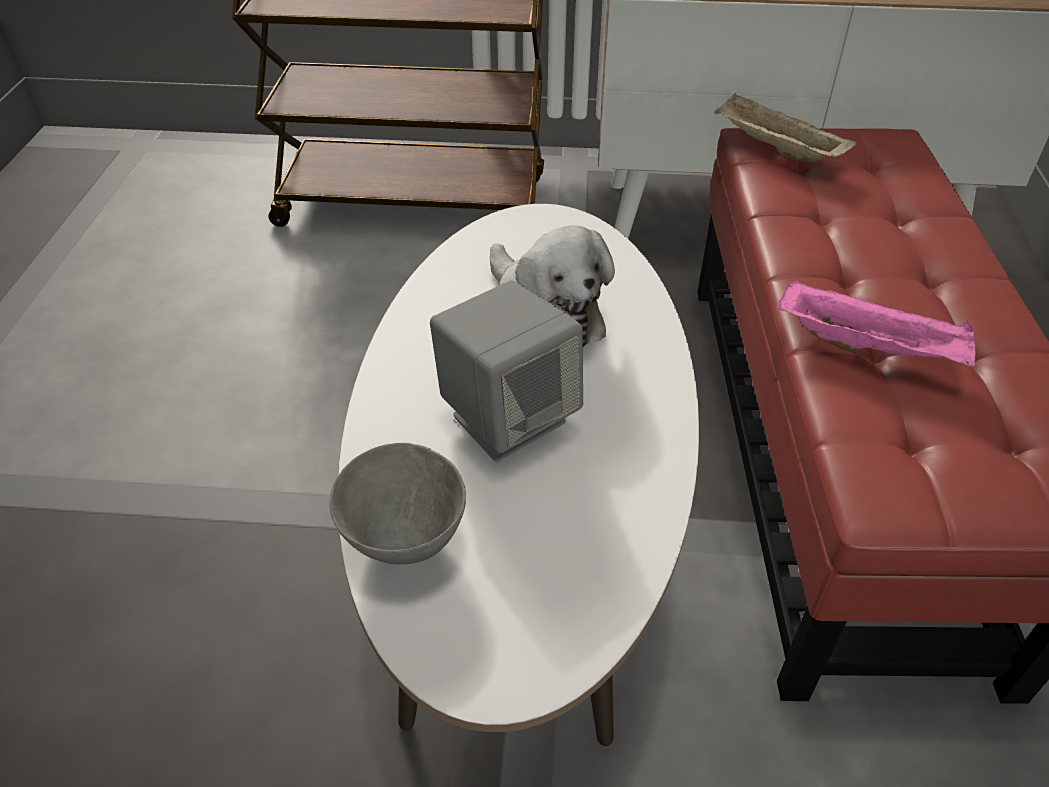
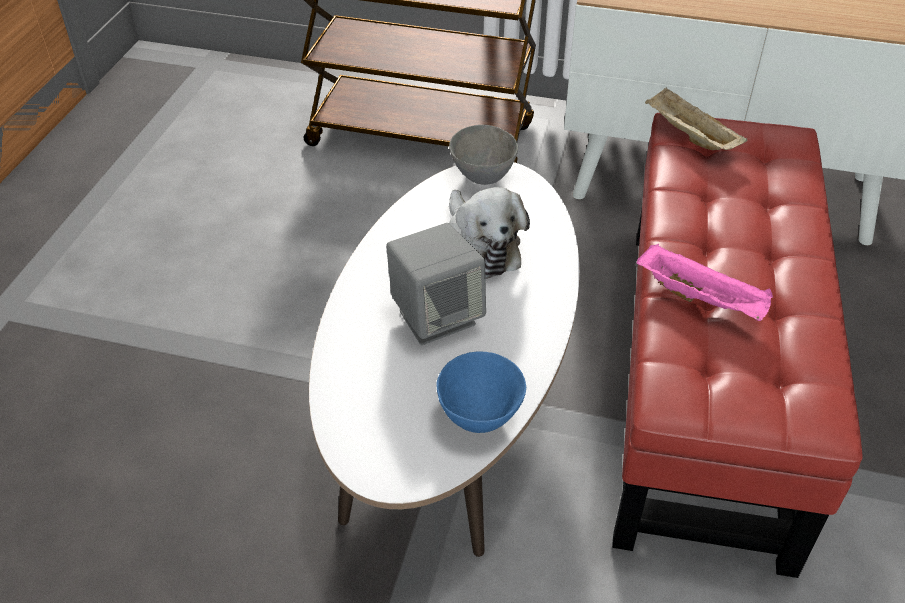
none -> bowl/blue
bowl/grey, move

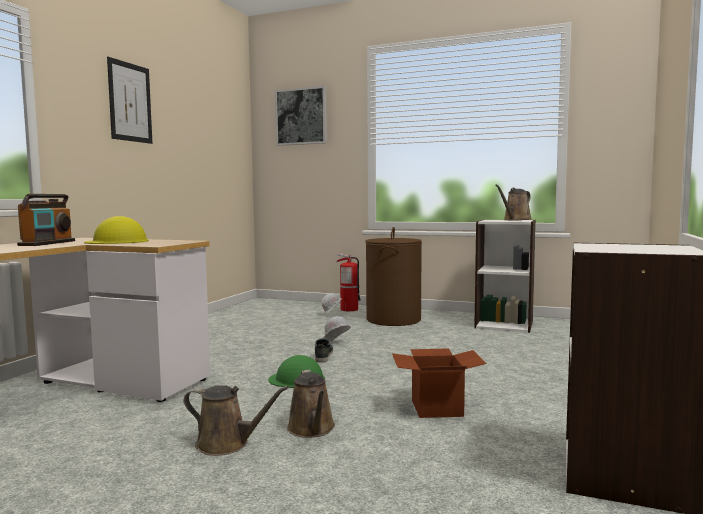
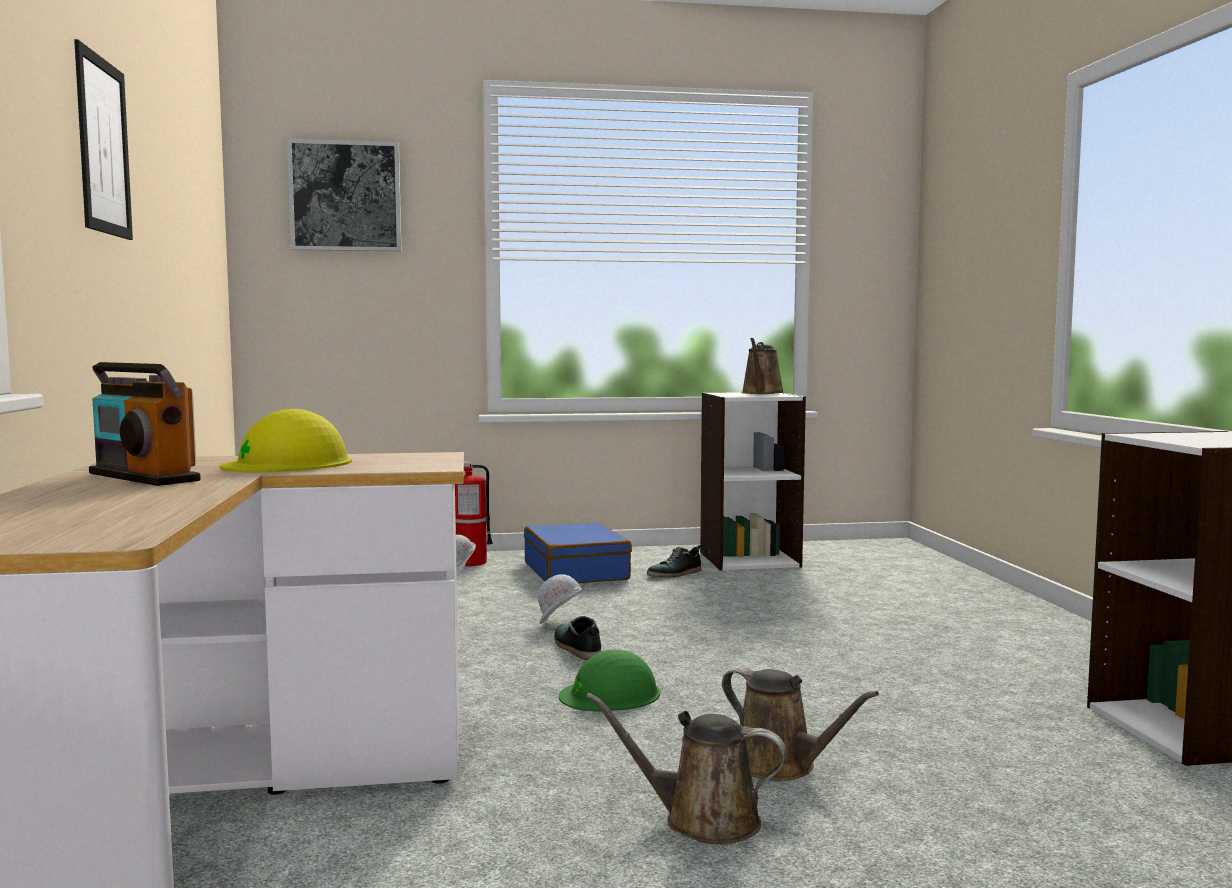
cardboard box -> none
none -> shoe (2nd from left)
laundry basket/brown -> suitcase/blue
radio, 150 degrees clockwise
watering can/brown (1st from left), 150 degrees counterclockwise

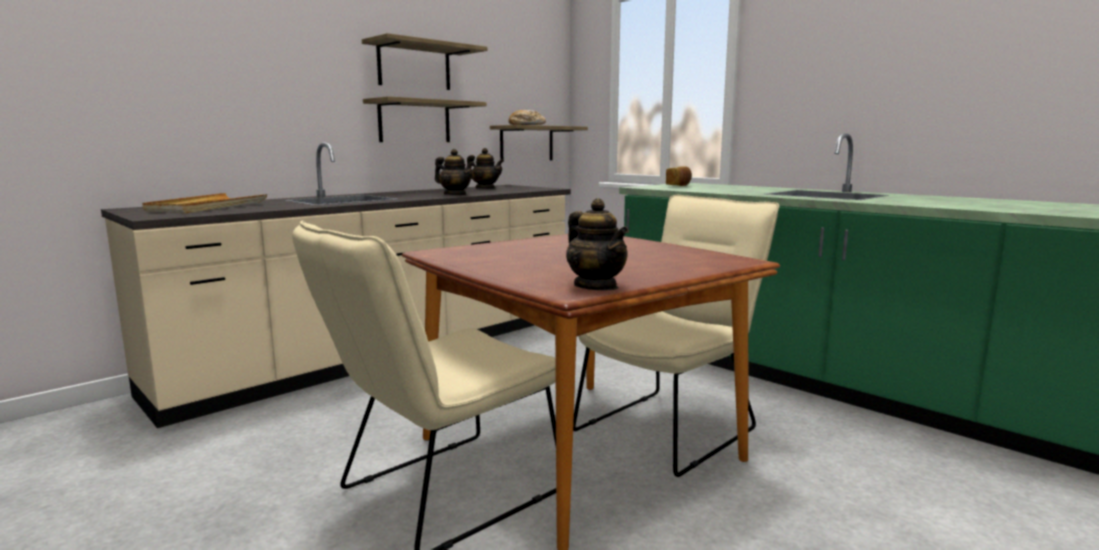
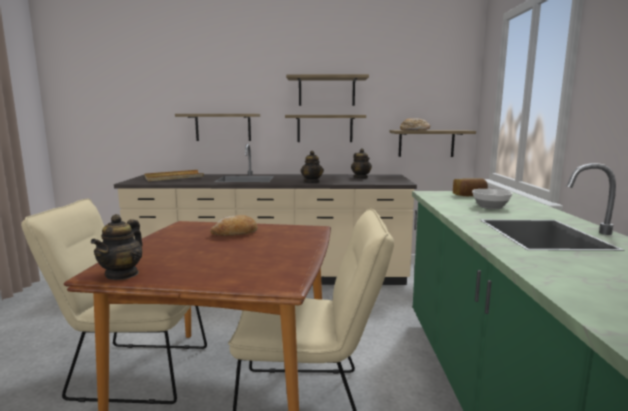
none -> shelf (1st from left)
none -> bread (1st from left)
none -> bowl

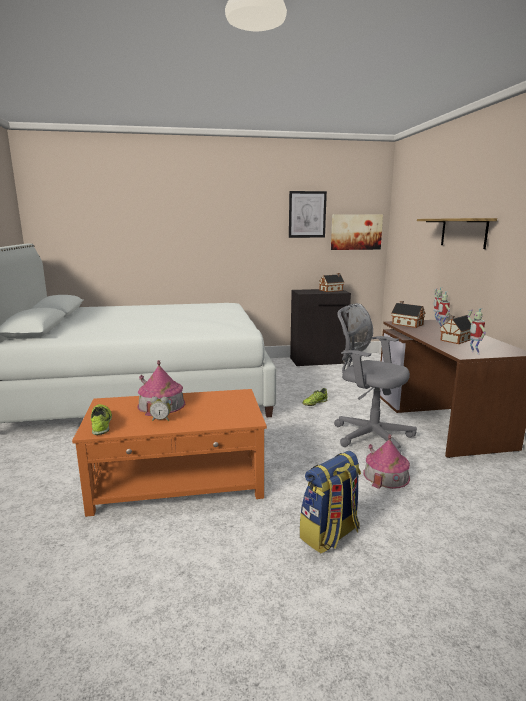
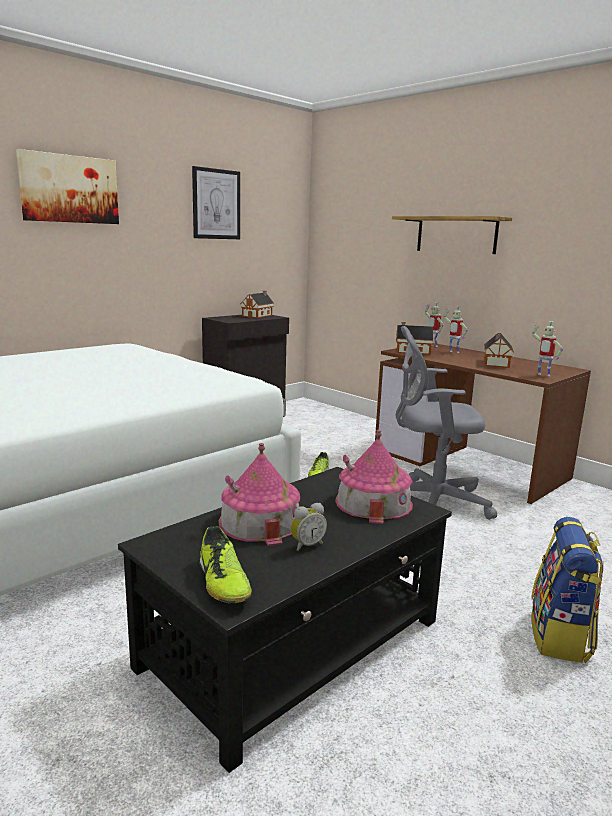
picture (2nd from left in the first image) -> picture (1st from left), move
toy house (3rd from left), move
coffee table/orange -> coffee table/black
shoe (1st from left), 150 degrees counterclockwise

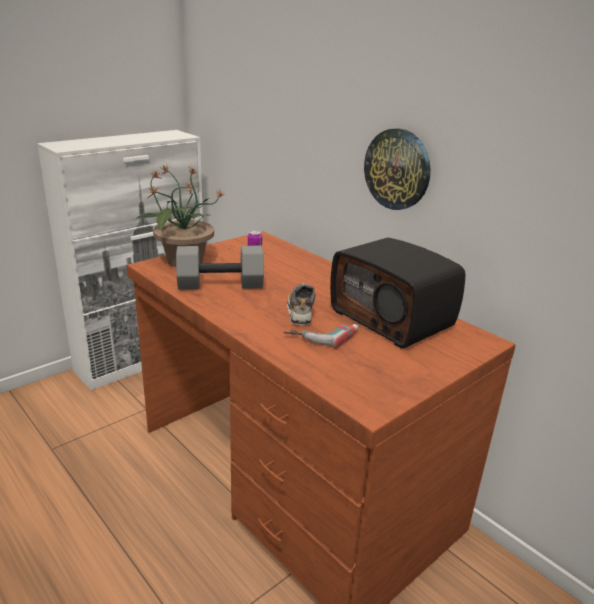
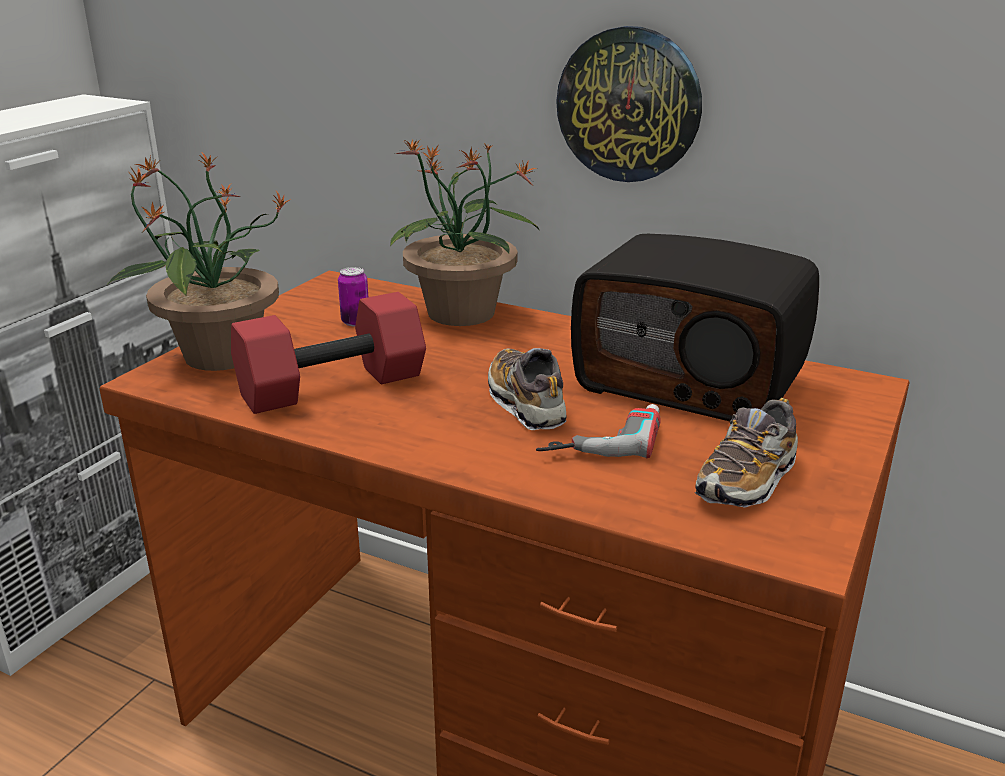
none -> potted plant (2nd from left)
none -> shoe (2nd from left)
dumbbell/grey -> dumbbell/red

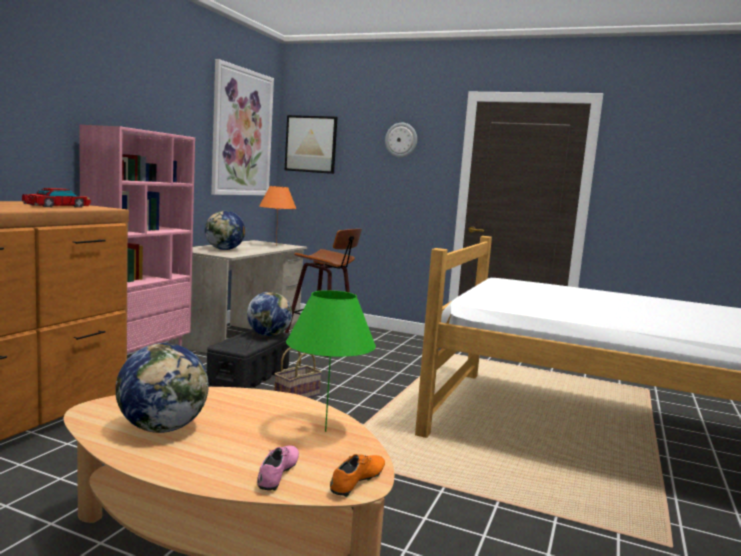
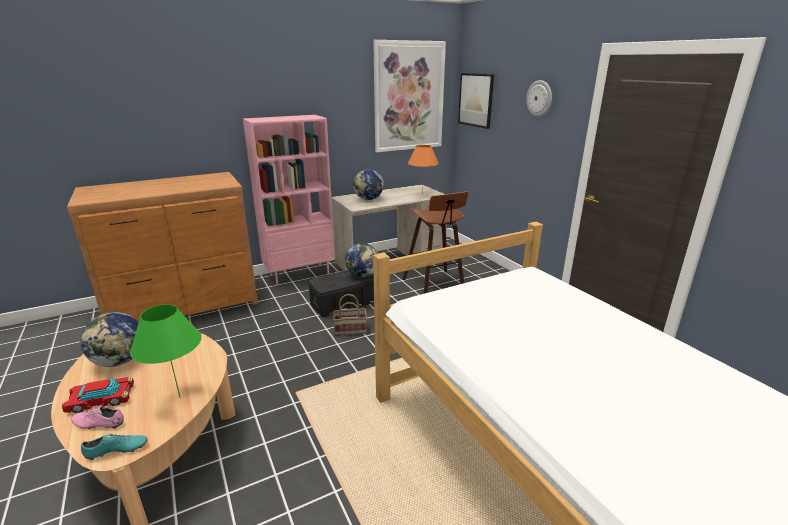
toy car, move
shoe/orange -> shoe/turquoise
shoe/pink, 135 degrees counterclockwise

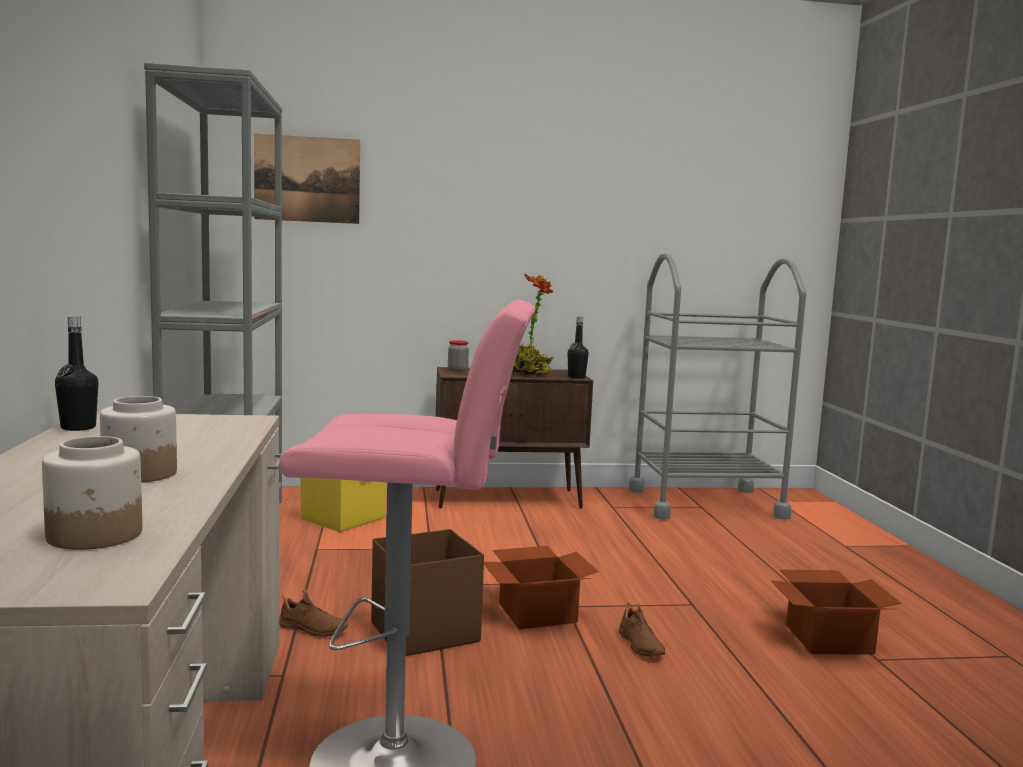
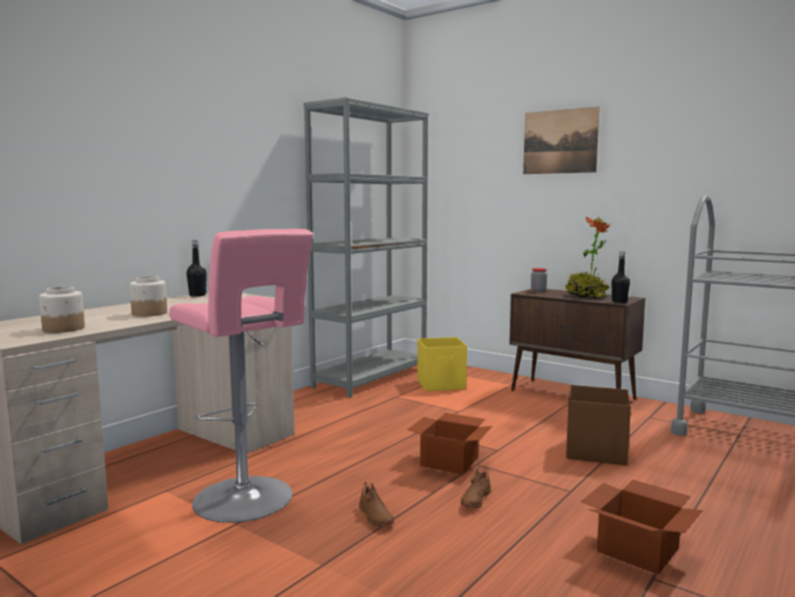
picture, move
shoe/brown (1st from left), move
storage box/brown, move

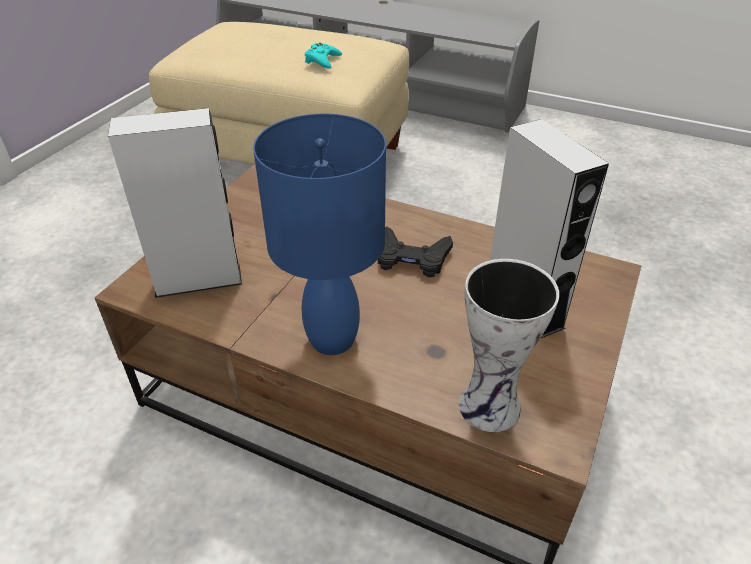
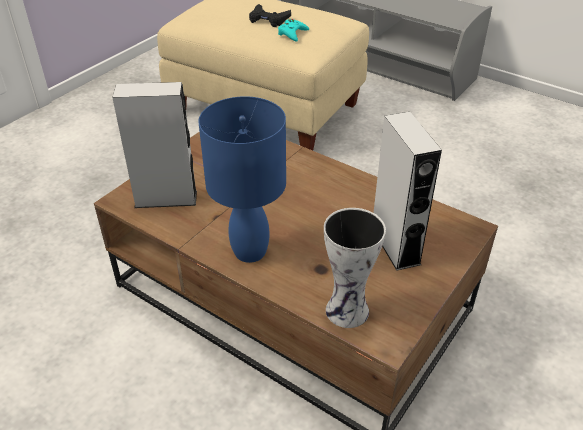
game controller/black, move

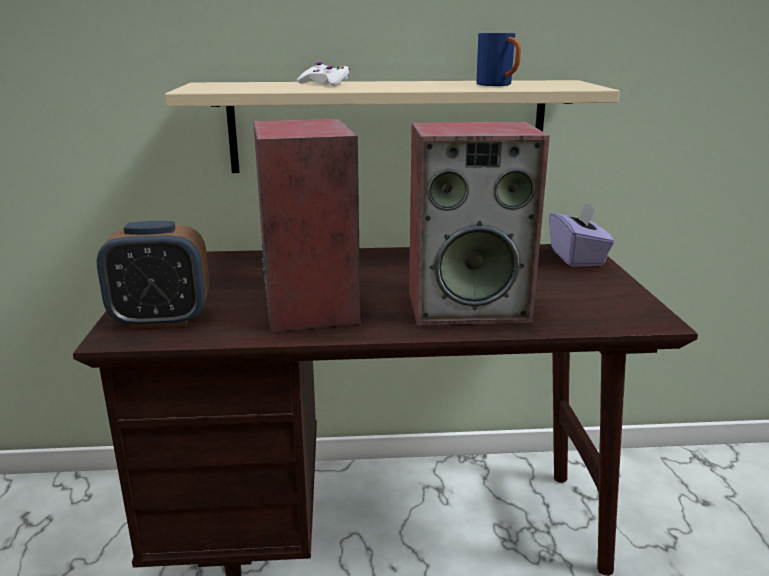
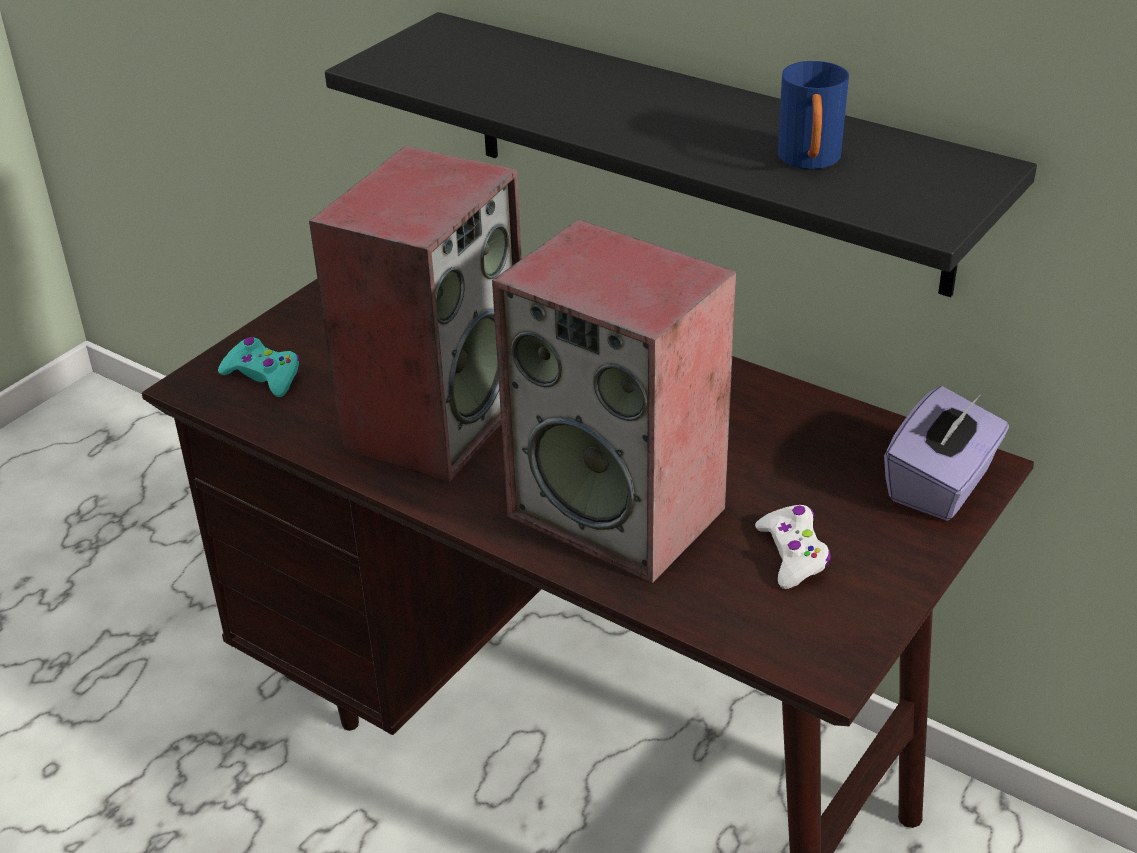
game controller/white, move
alarm clock -> game controller/turquoise
shelf/beige -> shelf/black

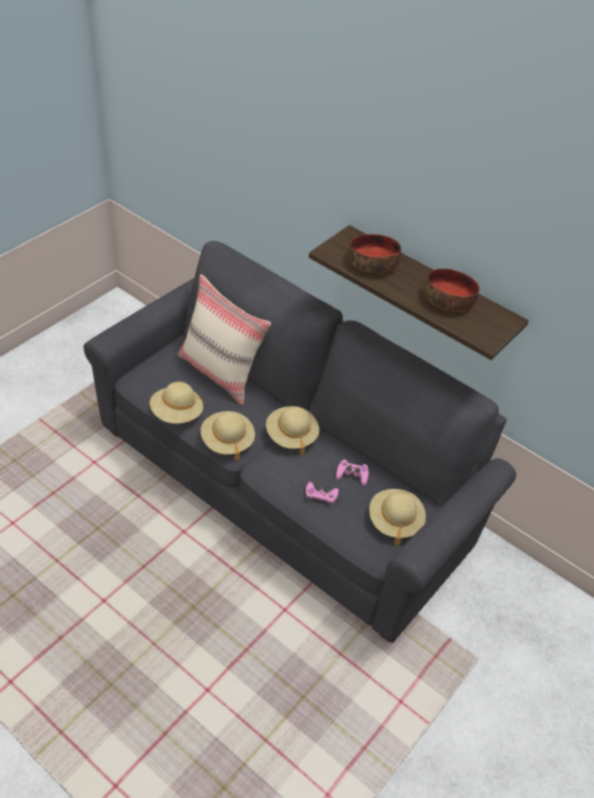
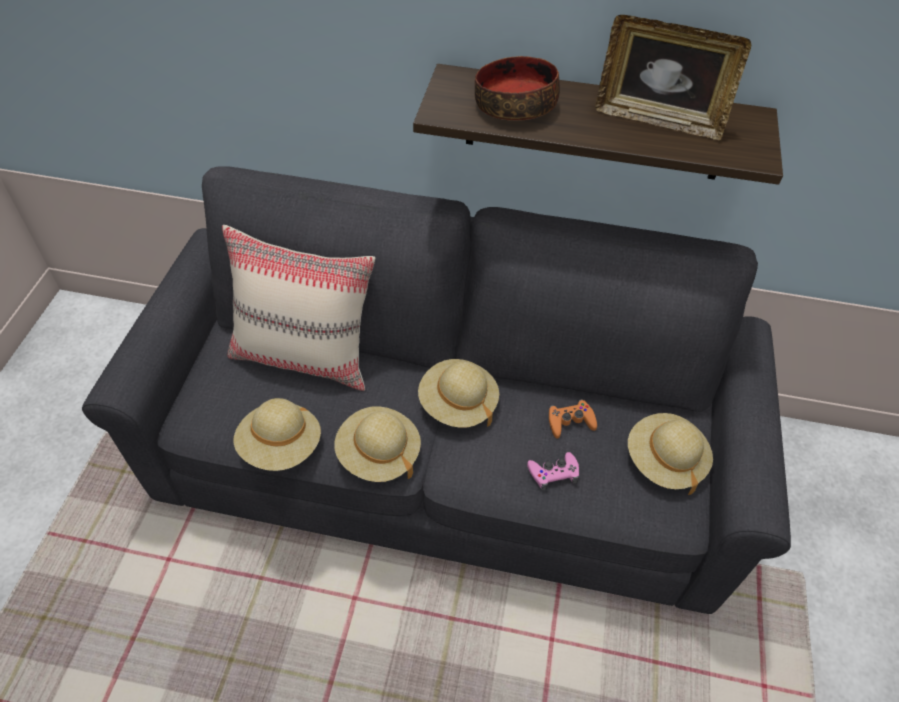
bowl (2nd from left) -> picture frame
game controller/pink (2nd from left) -> game controller/orange

